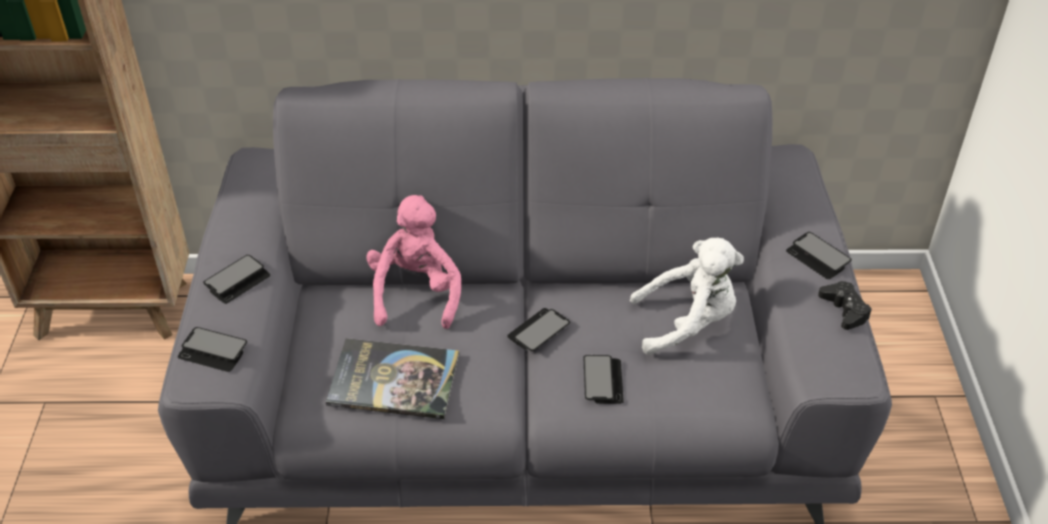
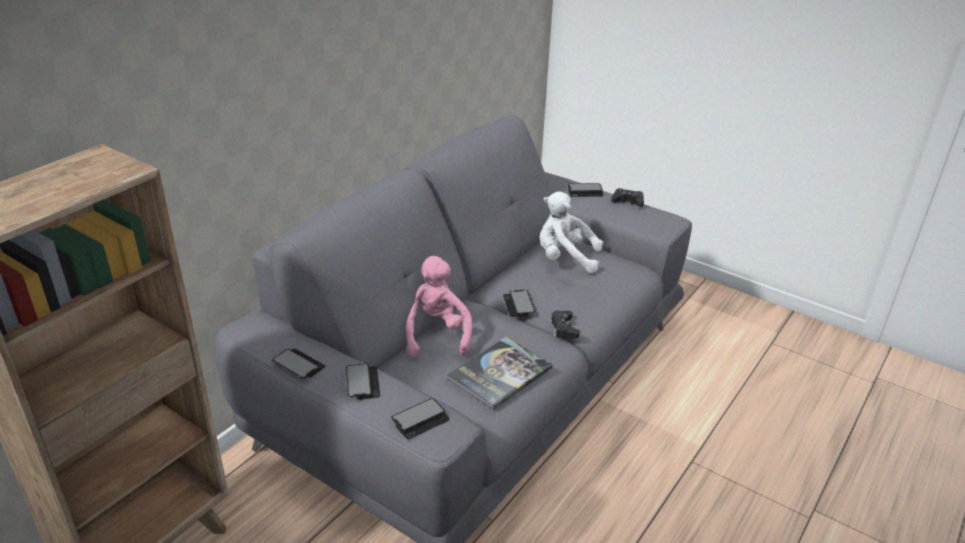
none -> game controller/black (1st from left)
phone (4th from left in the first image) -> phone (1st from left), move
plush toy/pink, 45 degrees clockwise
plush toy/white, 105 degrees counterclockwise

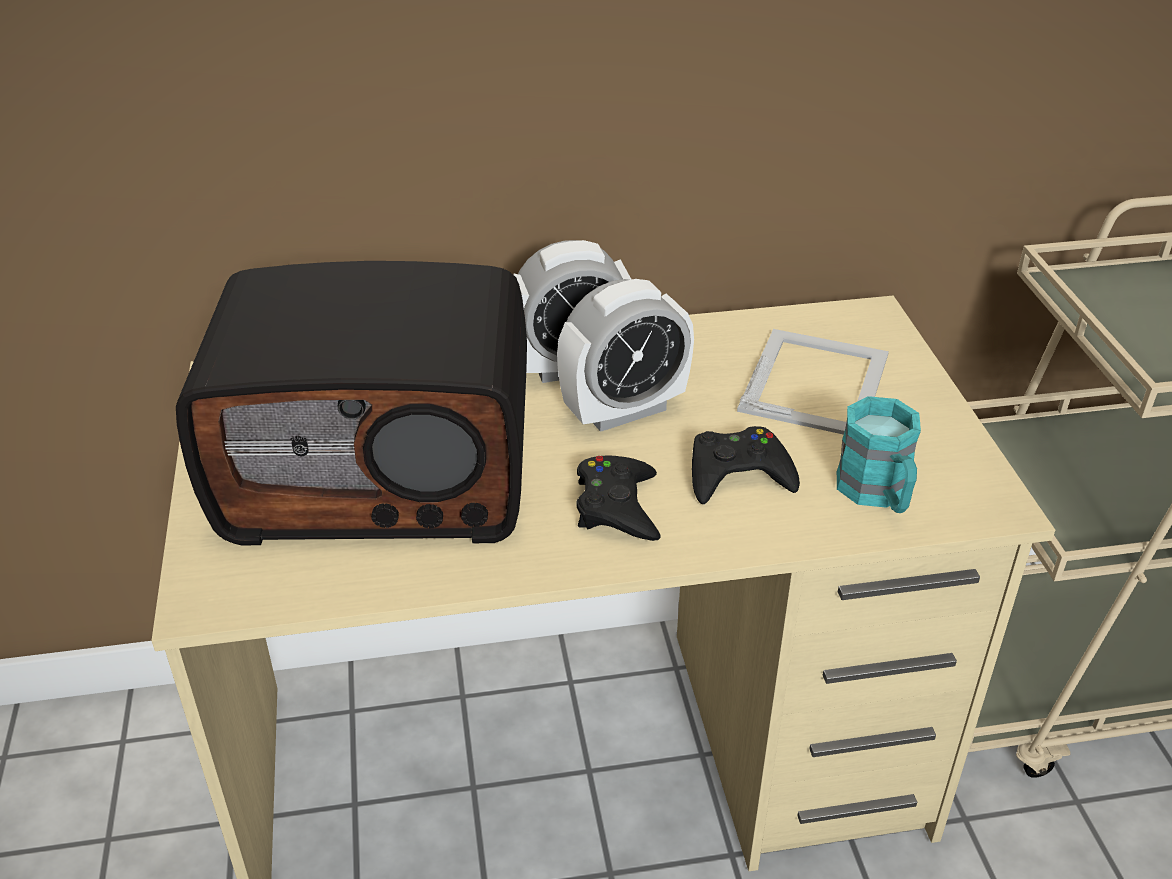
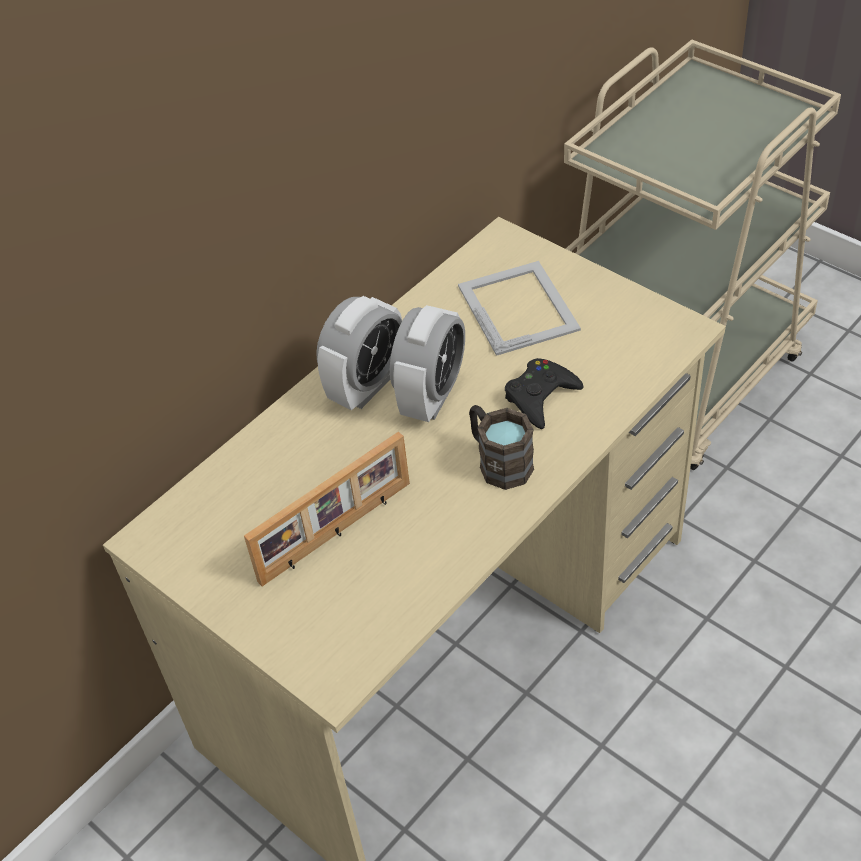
mug/turquoise -> none
radio -> picture frame (1st from left)
game controller/black (1st from left) -> mug/brown

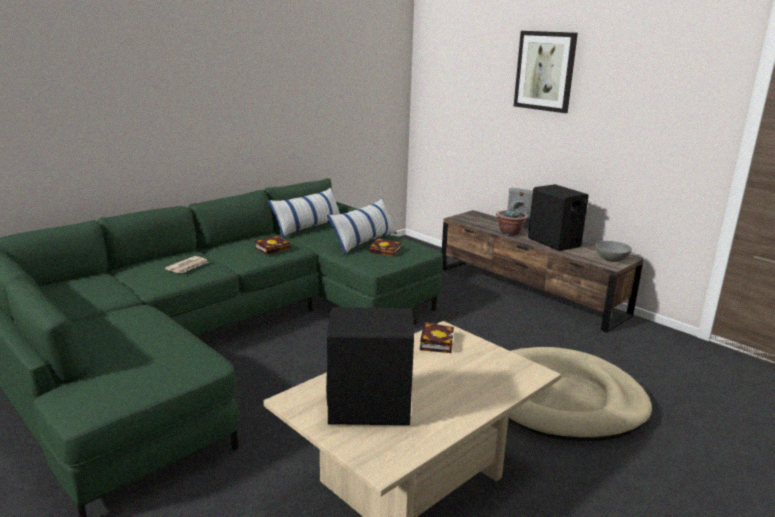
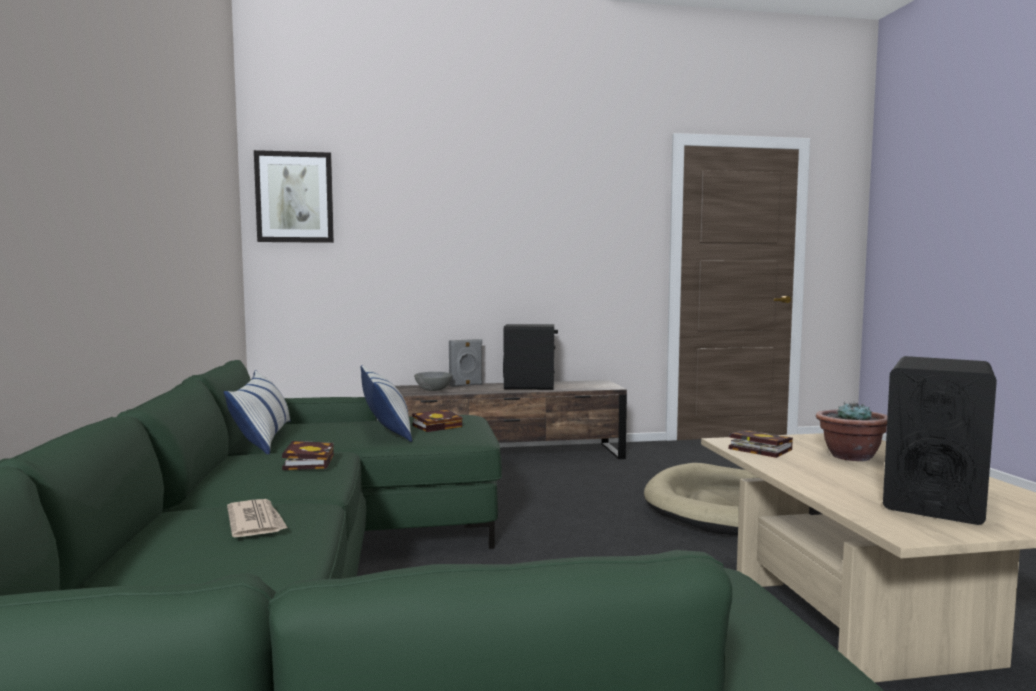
potted plant, move
picture, move
bowl/grey, move

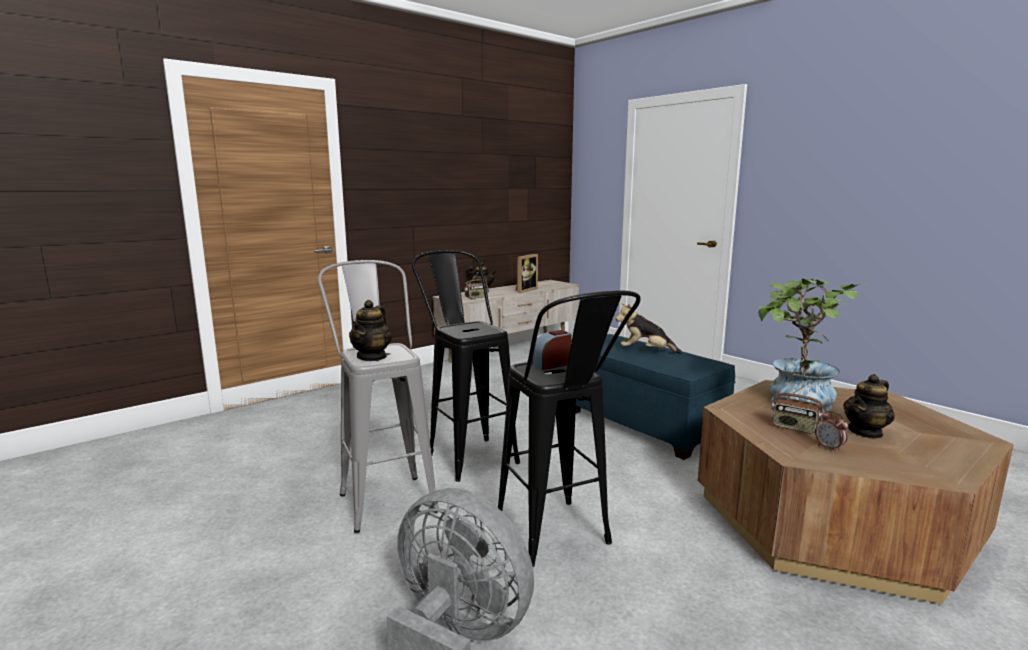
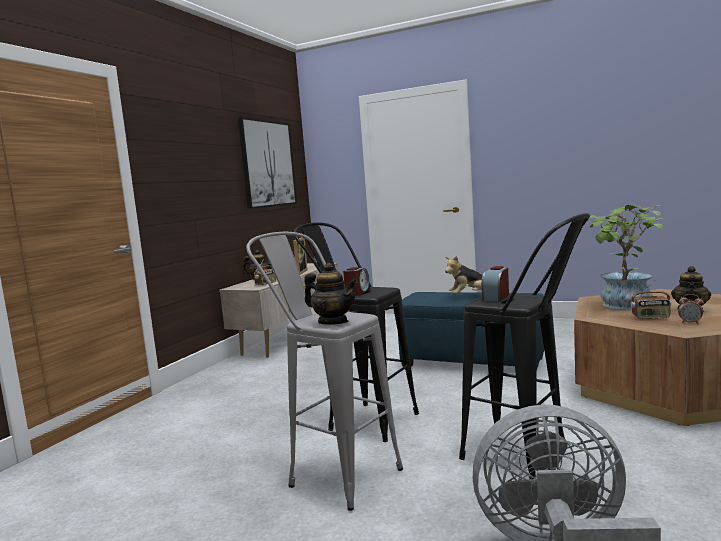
none -> picture
none -> alarm clock (1st from left)
teapot (1st from left in the first image) -> teapot (2nd from left), 45 degrees counterclockwise

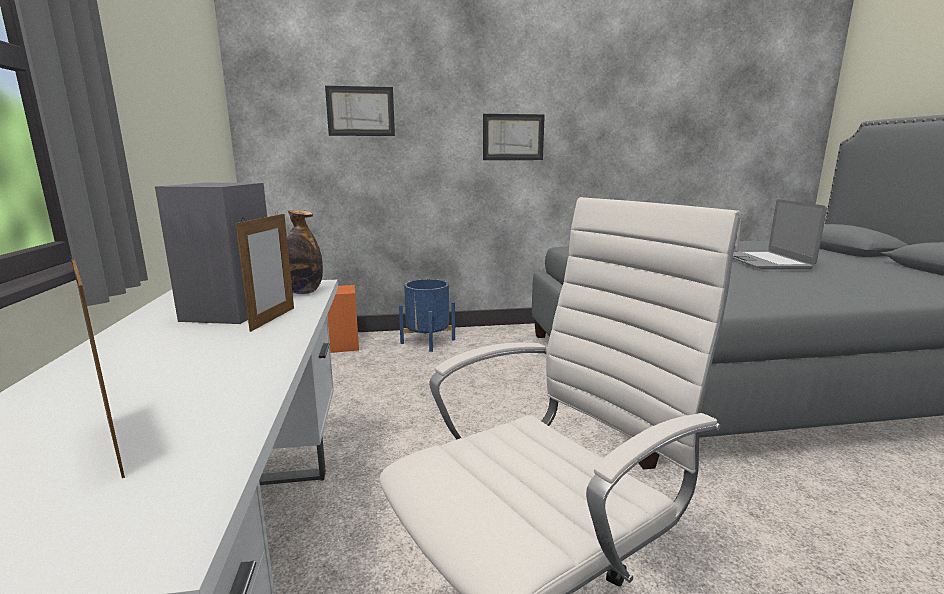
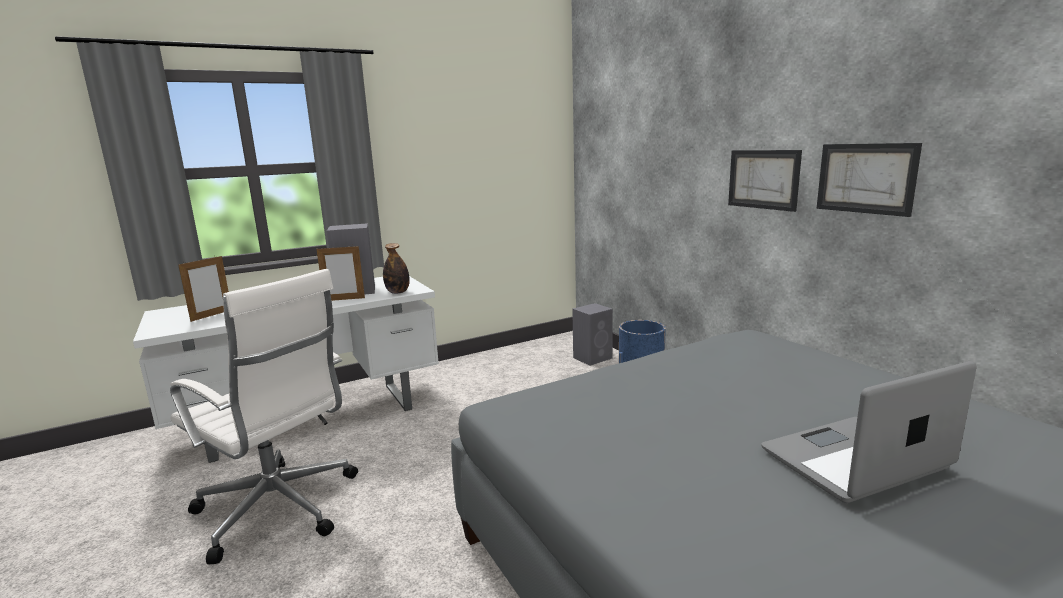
picture (1st from left in the first image) -> picture (2nd from left), move
speaker/orange -> speaker/grey (2nd from left)

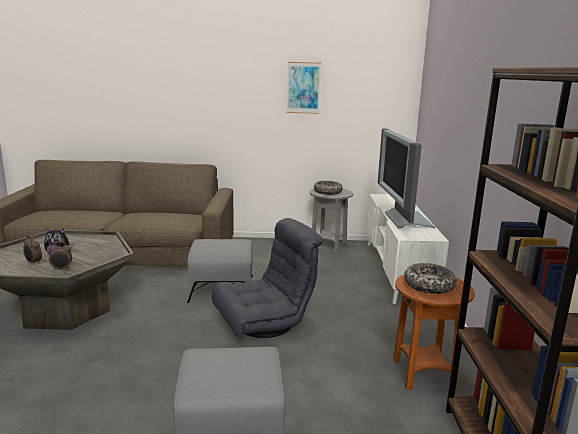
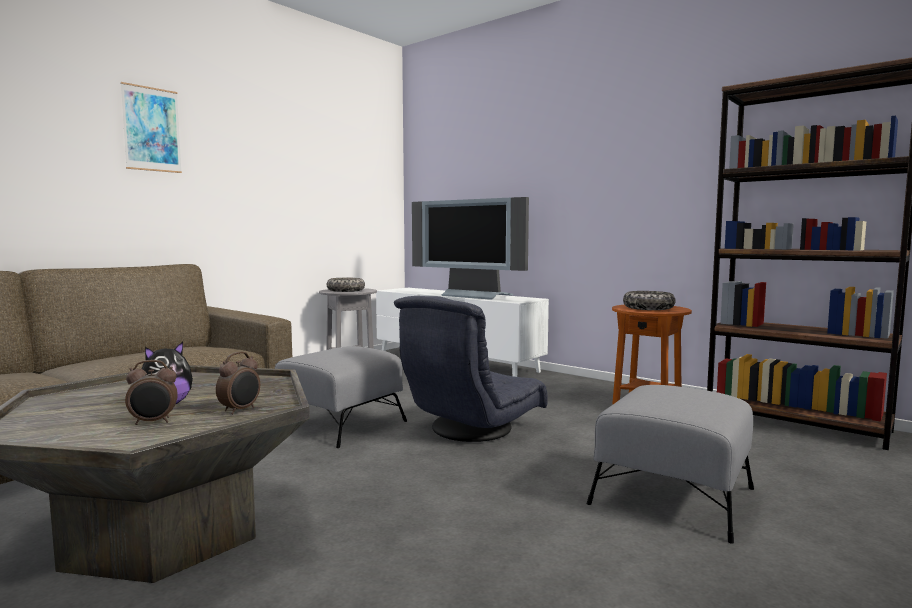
picture, move
armchair/grey, 150 degrees counterclockwise

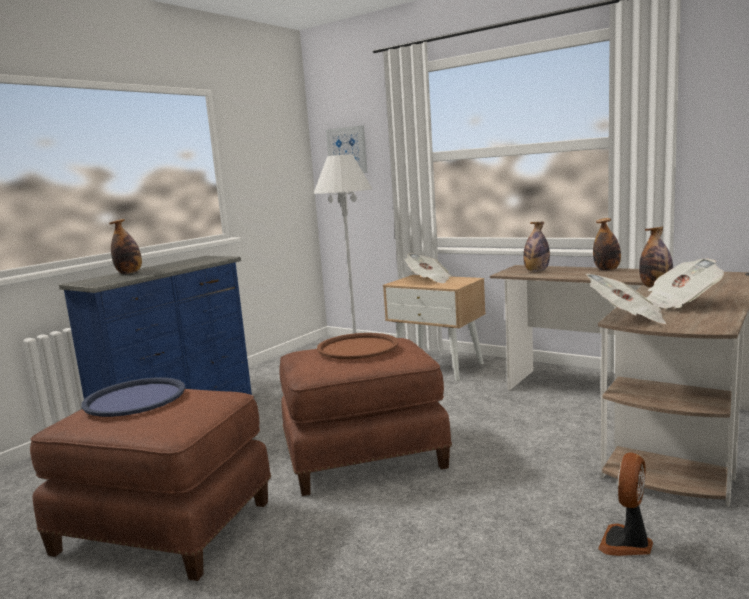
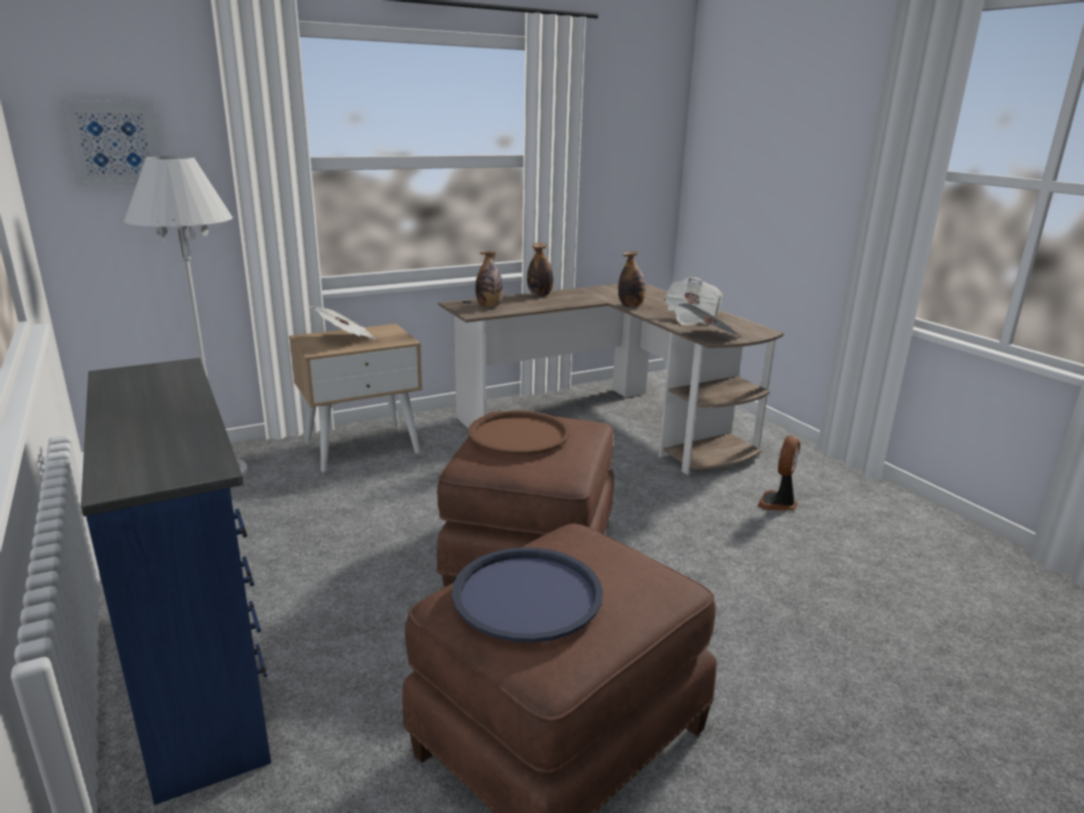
bottle (1st from left) -> none
fan, 60 degrees clockwise

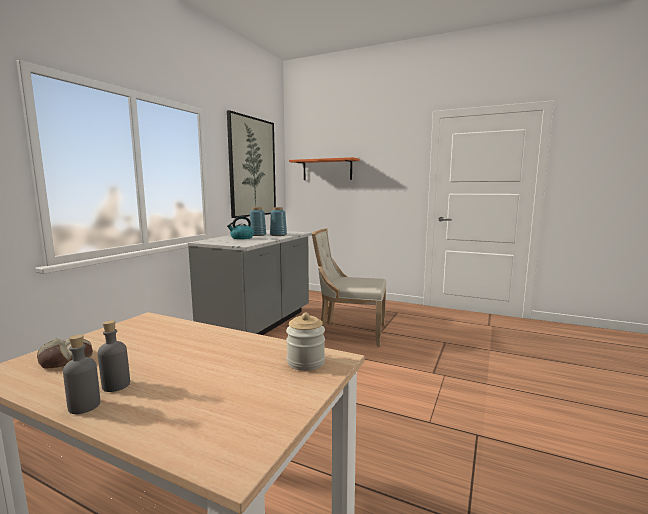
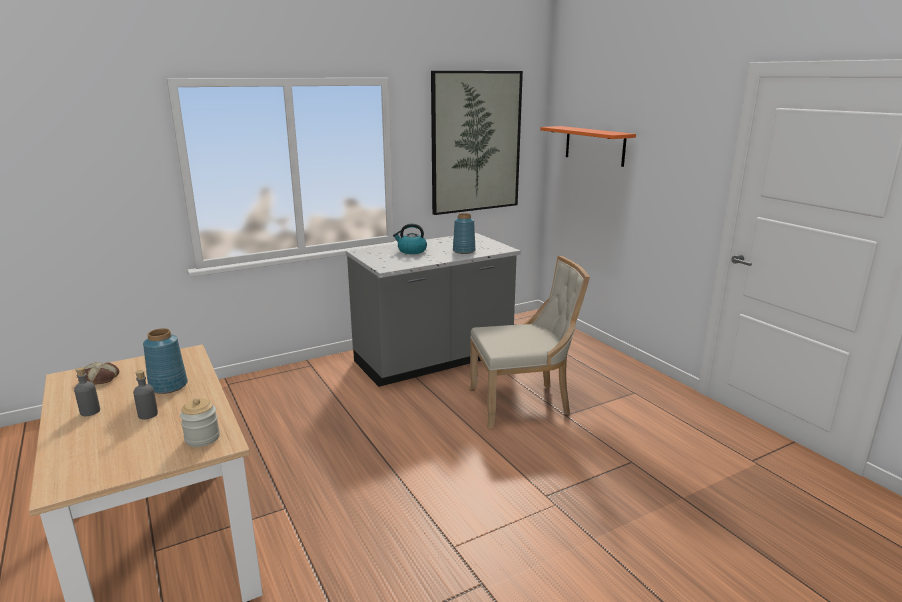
bottle/grey (1st from left in the first image) -> bottle/grey (2nd from left), move
vase/blue (1st from left), move
chair/beige, 120 degrees clockwise

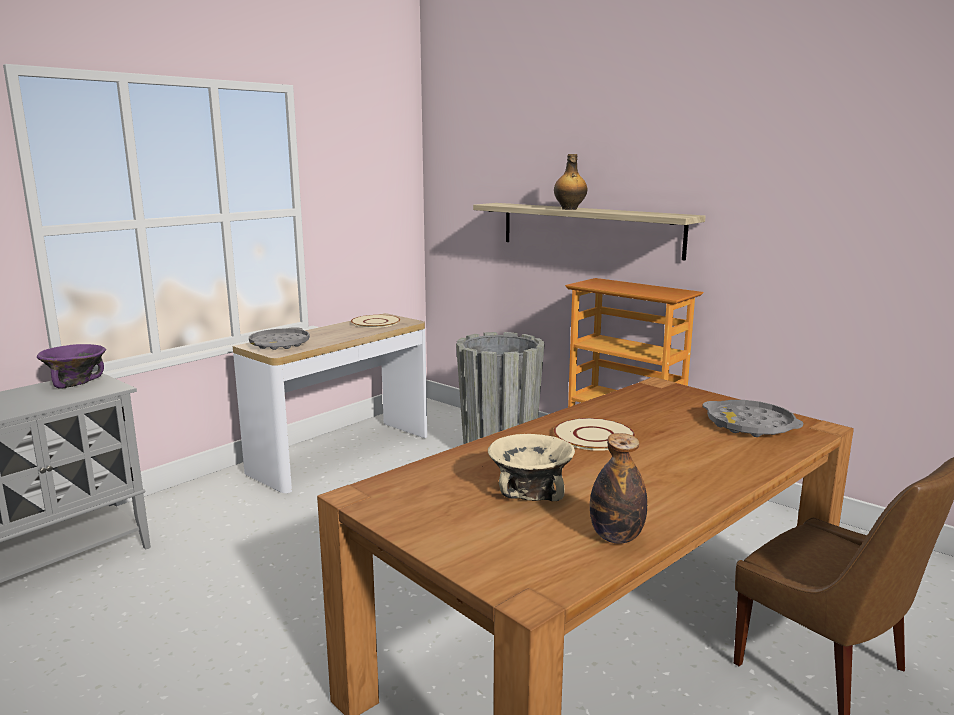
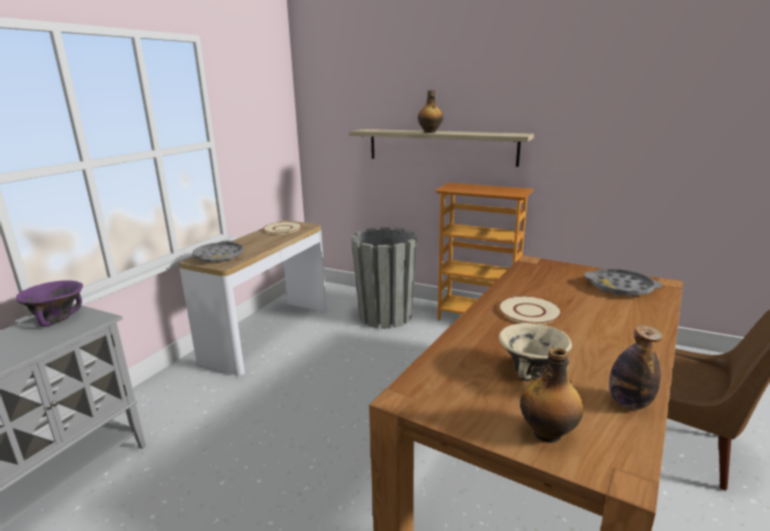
none -> bottle (2nd from left)

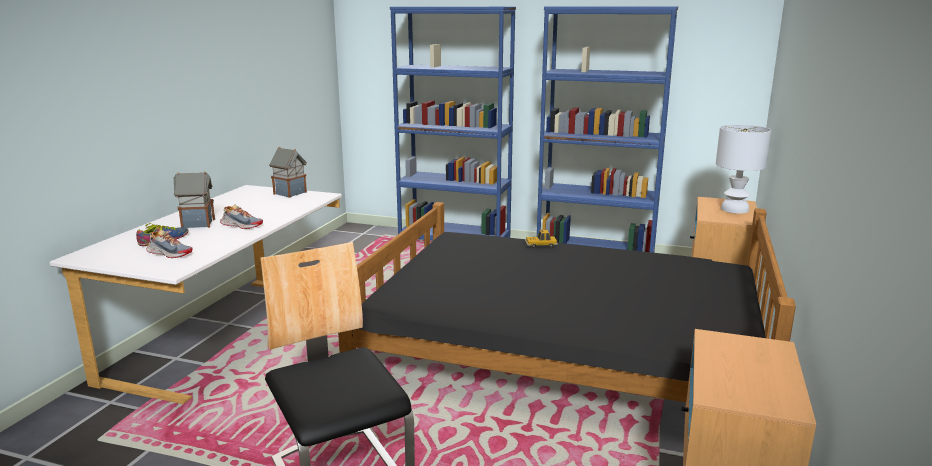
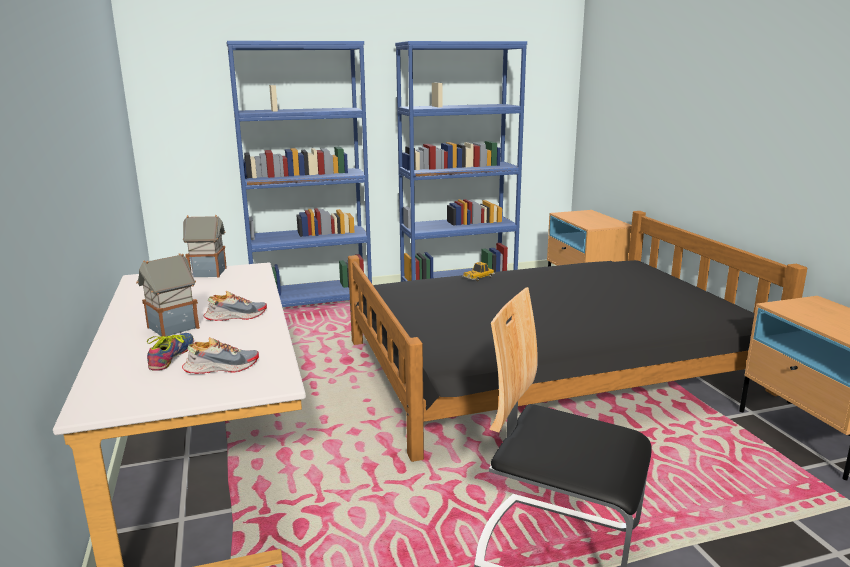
table lamp/white -> none

